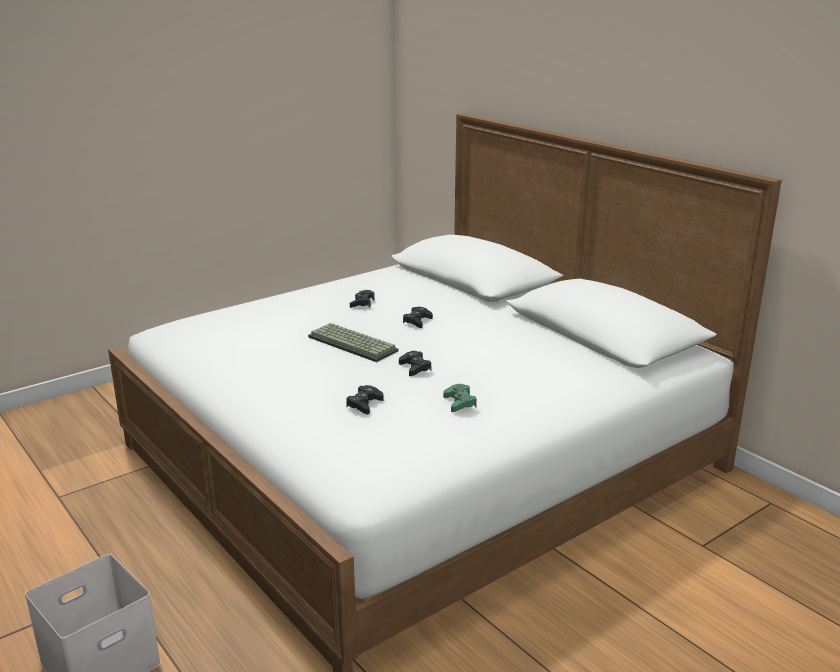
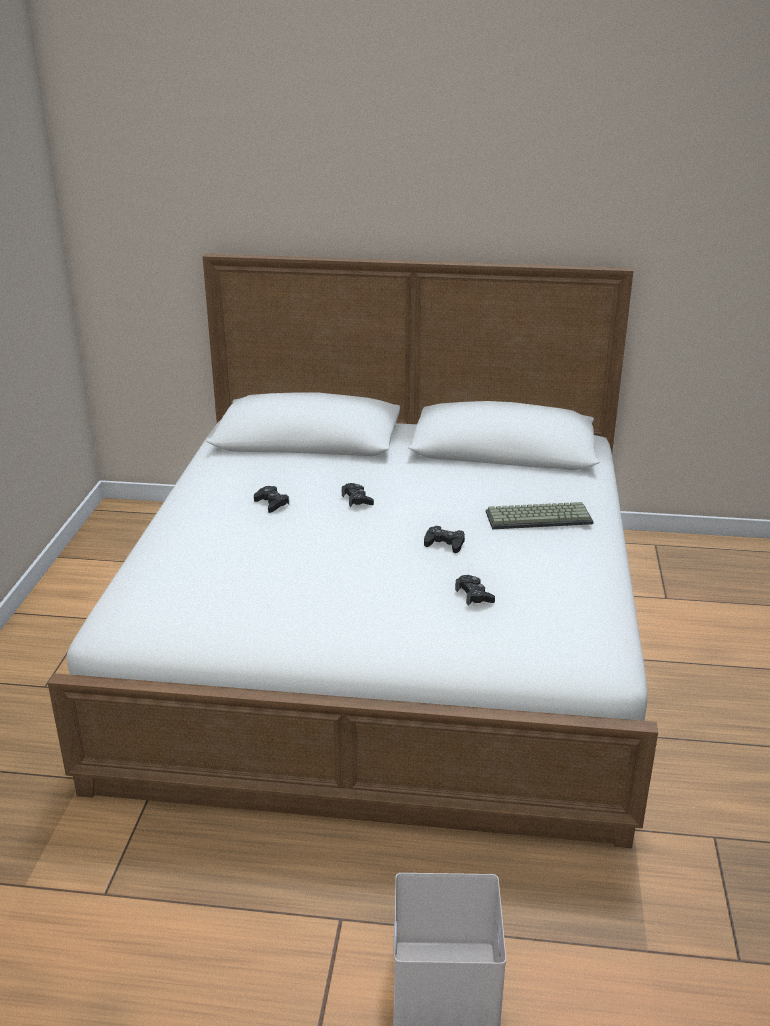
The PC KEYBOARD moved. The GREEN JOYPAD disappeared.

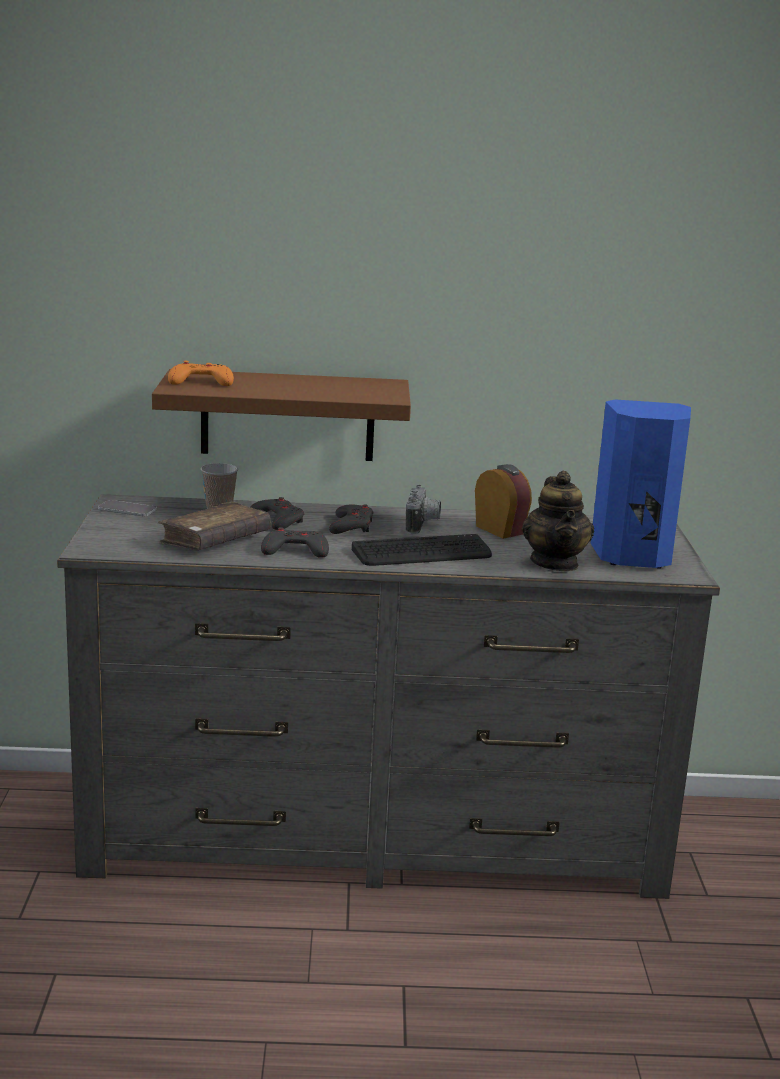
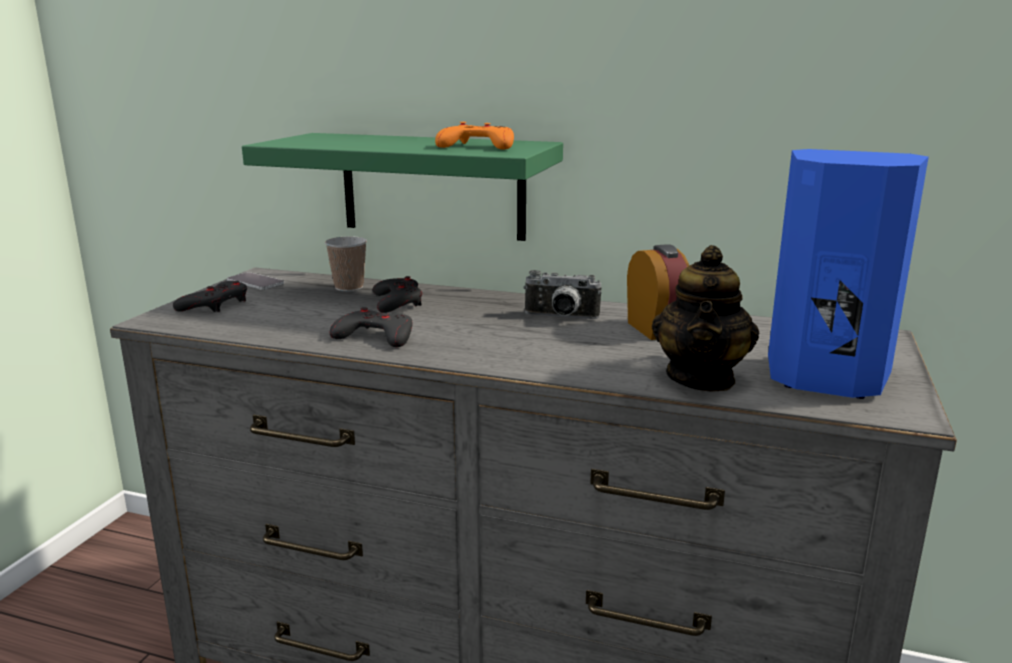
The ORANGE-COLOURED JOYPAD moved. The BROWN BRACKET SHELF became the GREEN BRACKET SHELF. The STILL CAMERA turned 75 degrees clockwise. The BROWN BOUND BOOK disappeared. The GREYISH JOYPAD (3rd from left in the first image) moved. The PC KEYBOARD disappeared.

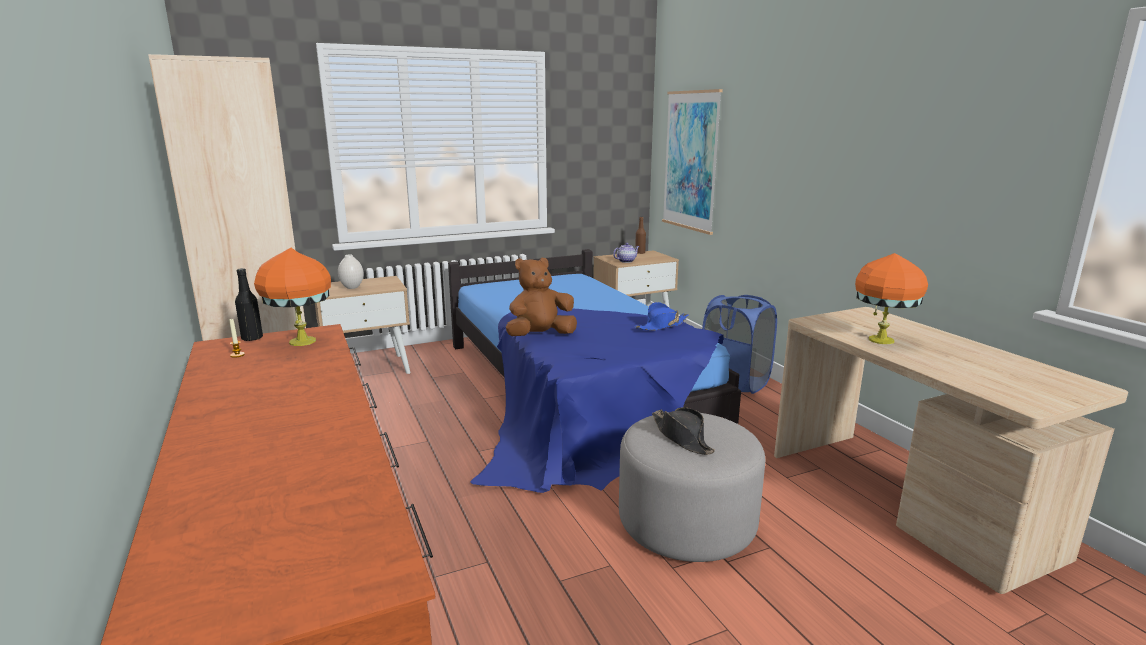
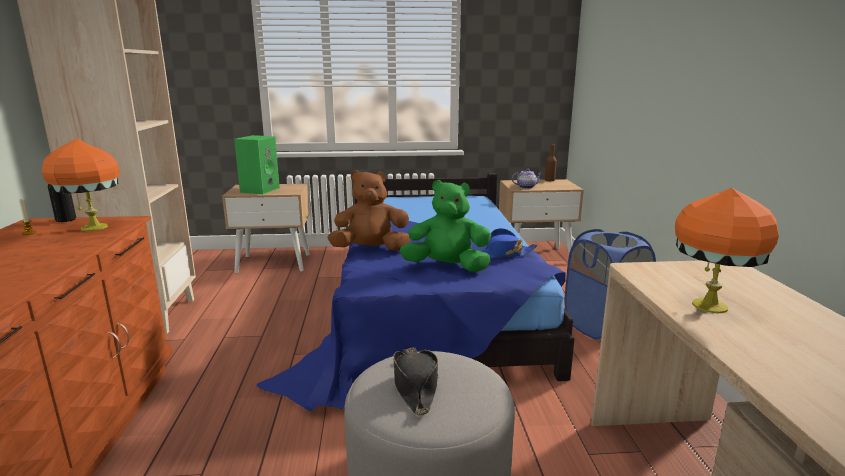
The PICTURE disappeared. The WHITISH VASE was replaced by the GREEN SPEAKER. The GREEN PLUSH TOY appeared.

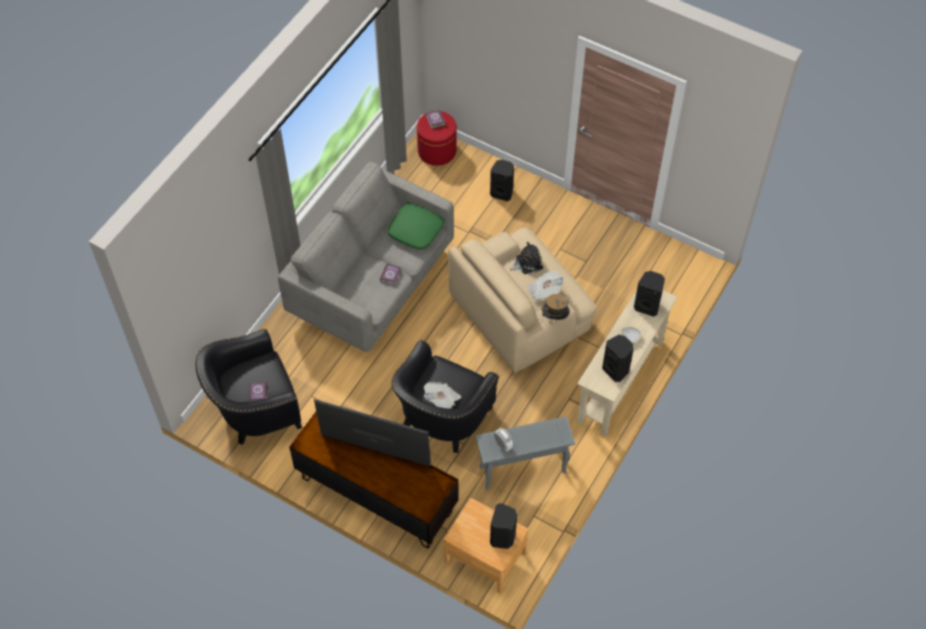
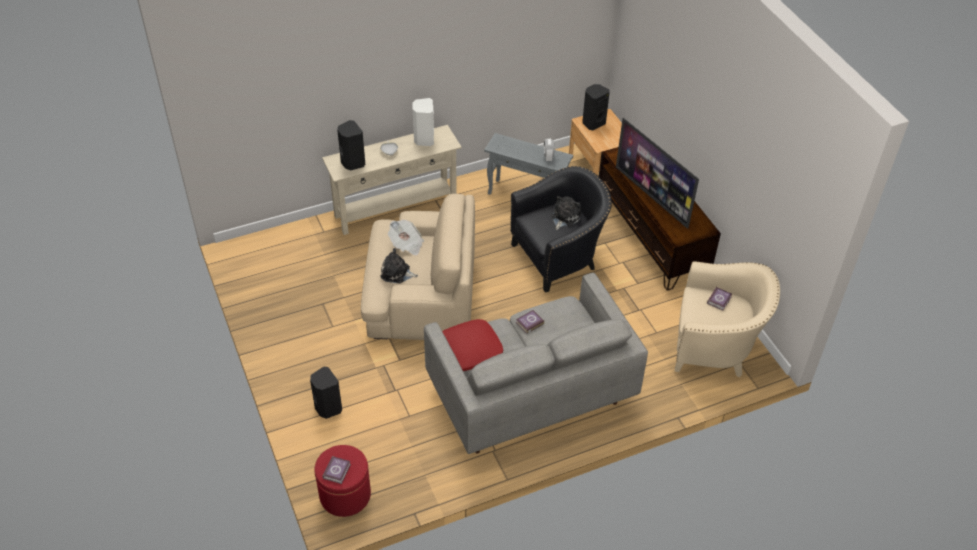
The GREEN CUSHION became the RED CUSHION. The WEARABLE HAT disappeared. The BLACKISH EASY CHAIR (1st from left) became the BEIGE EASY CHAIR (2nd from left). The BLACKISH SPEAKER (3rd from left) became the WHITISH SPEAKER. The NEWSPAPER (1st from left) was replaced by the PLUSH TOY (2nd from left).

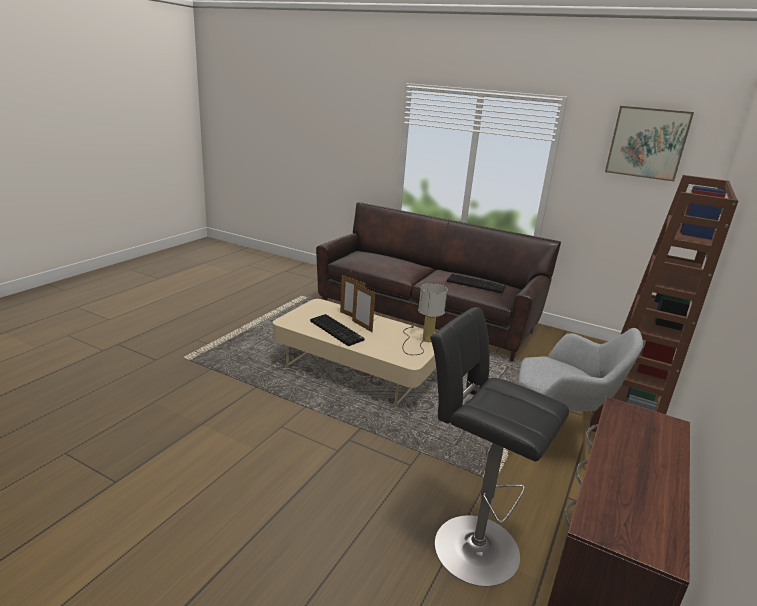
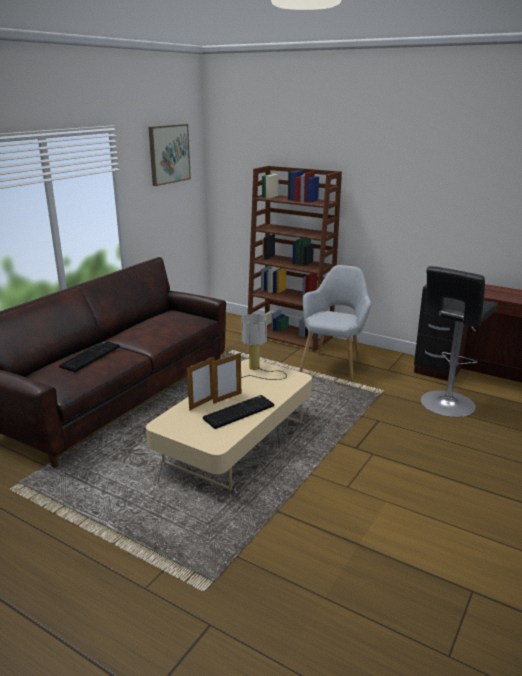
The PC KEYBOARD (2nd from left in the first image) moved.

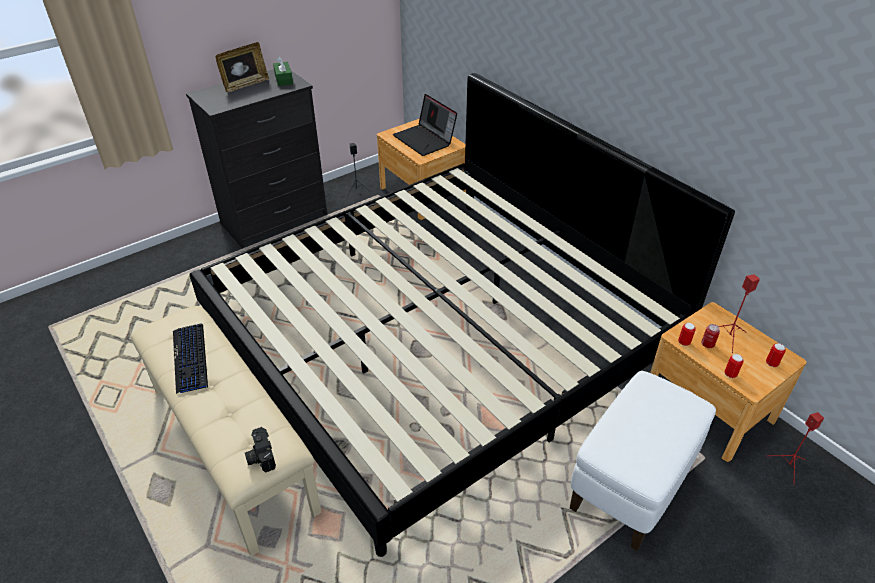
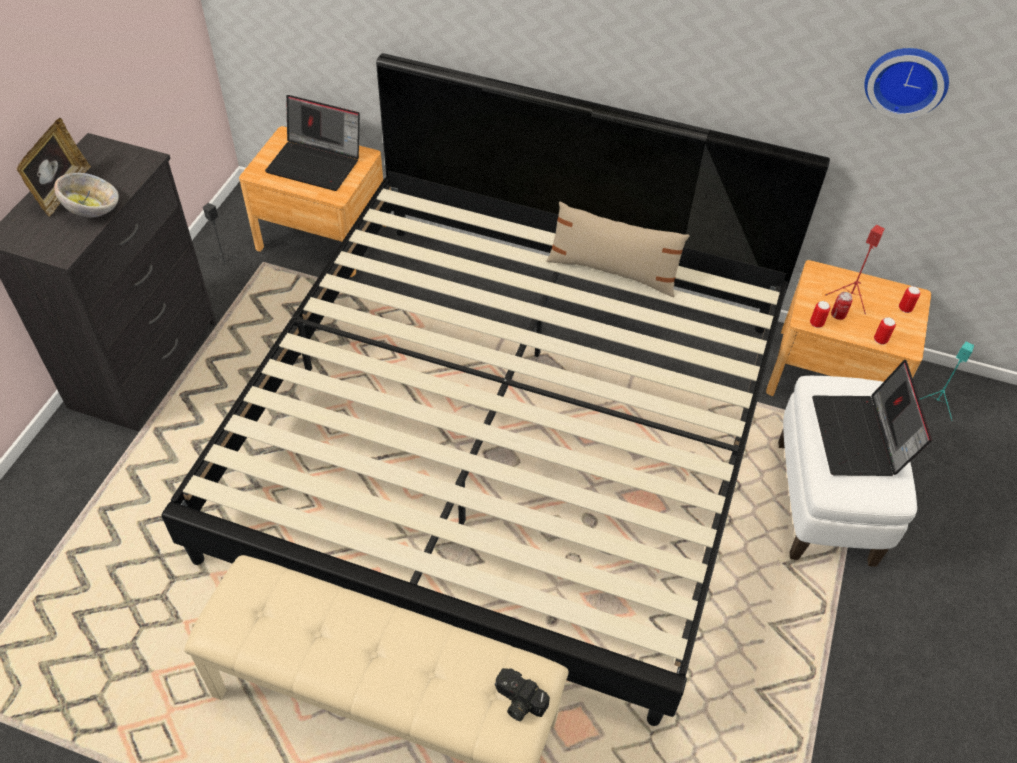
The GREEN TISSUE HOLDER disappeared. The PC KEYBOARD disappeared. The RED SPEAKER (2nd from left) became the TURQUOISE-COLOURED SPEAKER. The CLOCK ON THE WALL appeared. The SERVING BOWL appeared. The BEIGE CUSHION appeared. The NOTEBOOK COMPUTER (2nd from left) appeared.

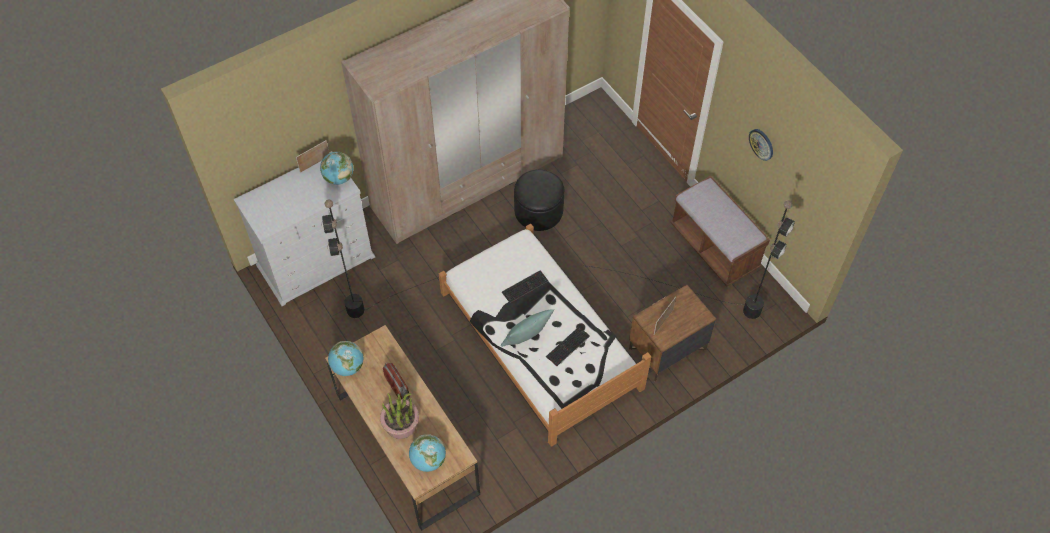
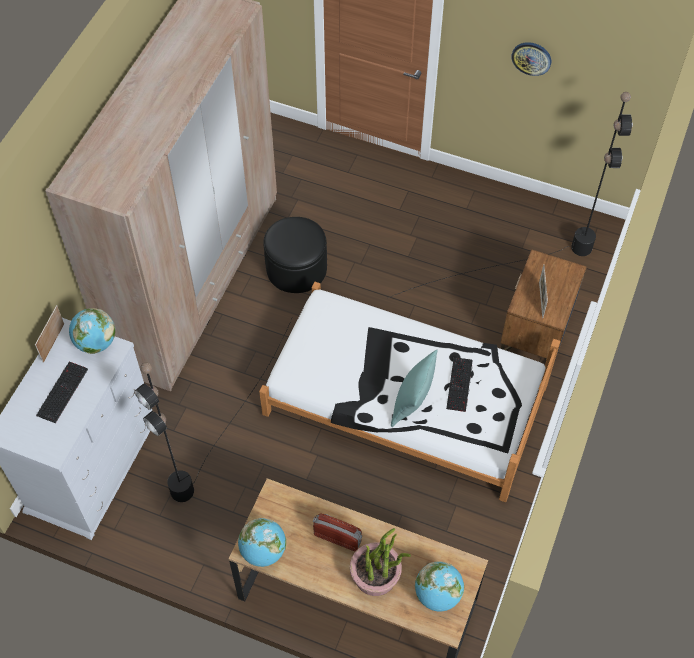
The BROWN BENCH disappeared. The PC KEYBOARD (1st from left) moved.

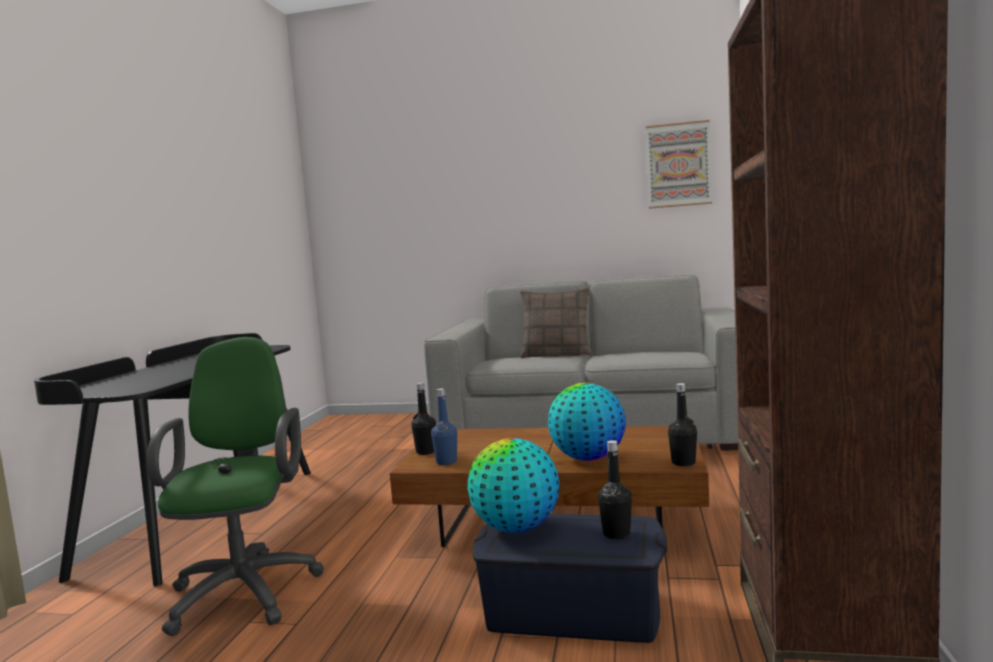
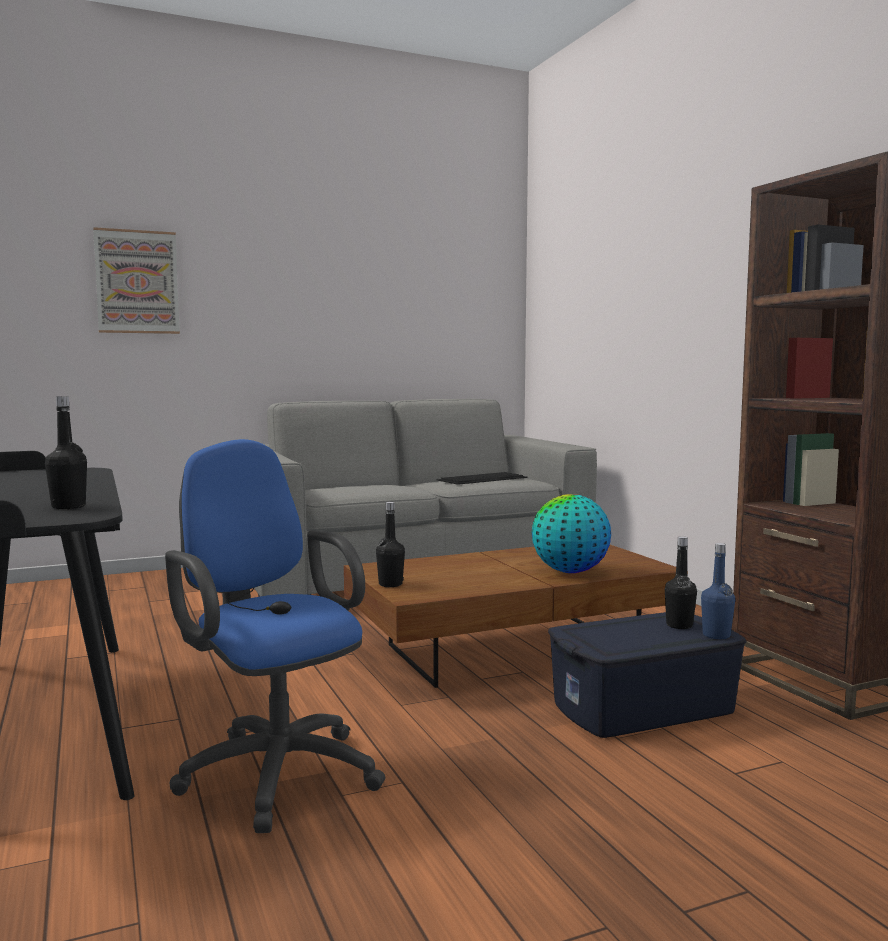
The PICTURE moved. The CUSHION disappeared. The GREEN COMPUTER CHAIR became the BLUISH COMPUTER CHAIR. The BLACKISH BEVERAGE BOTTLE (3rd from left in the first image) moved. The BLUISH BEVERAGE BOTTLE moved. The GLOBE (1st from left) disappeared. The PC KEYBOARD appeared.

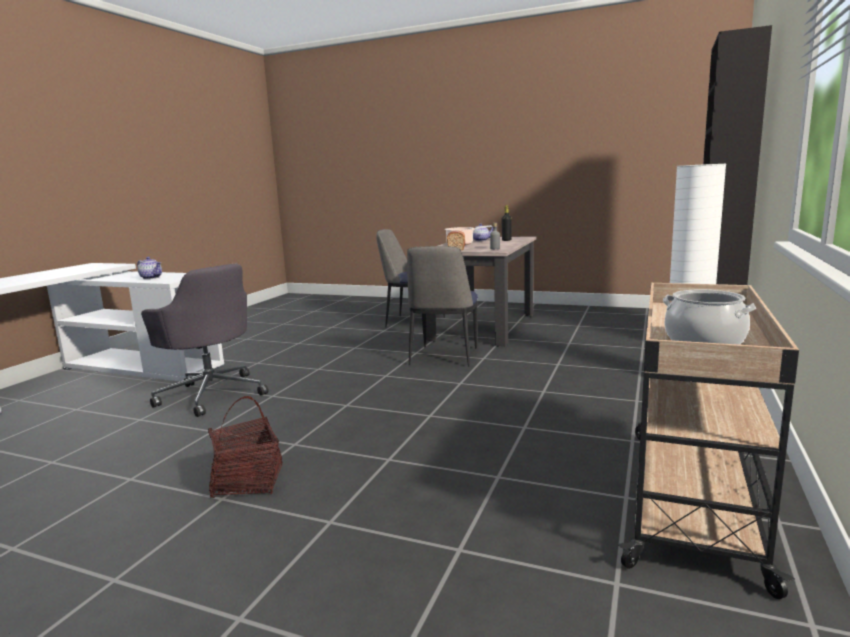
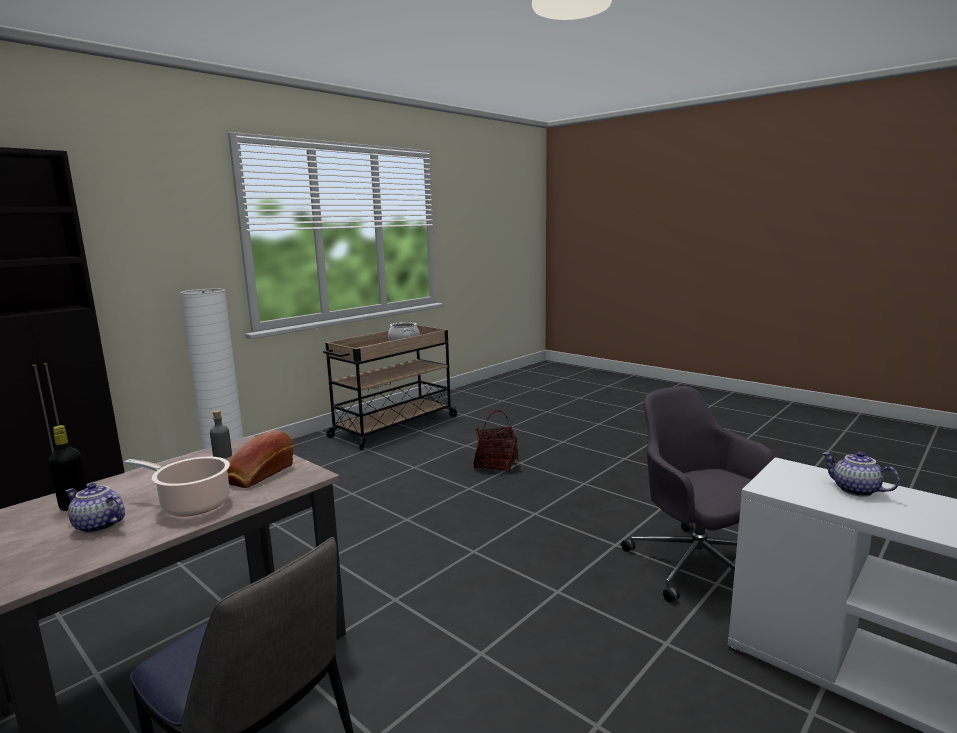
The CHAIR (2nd from left) disappeared. The BASKET moved.

